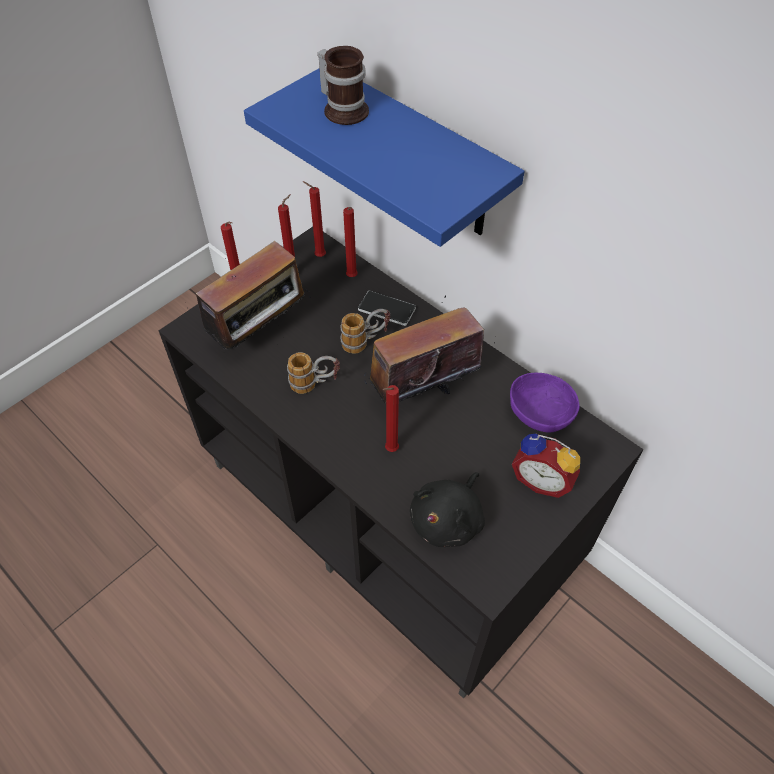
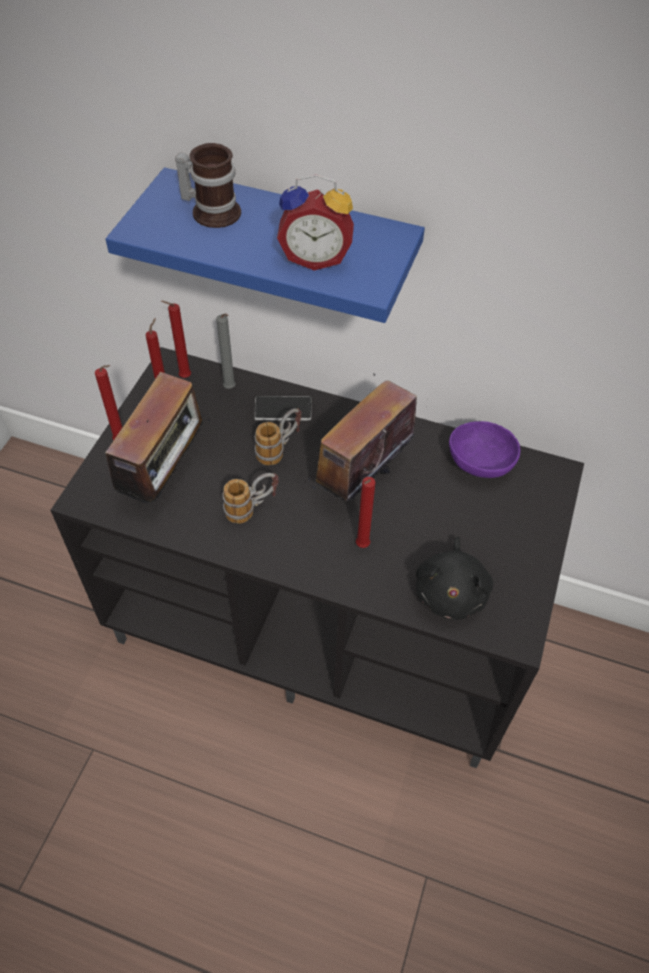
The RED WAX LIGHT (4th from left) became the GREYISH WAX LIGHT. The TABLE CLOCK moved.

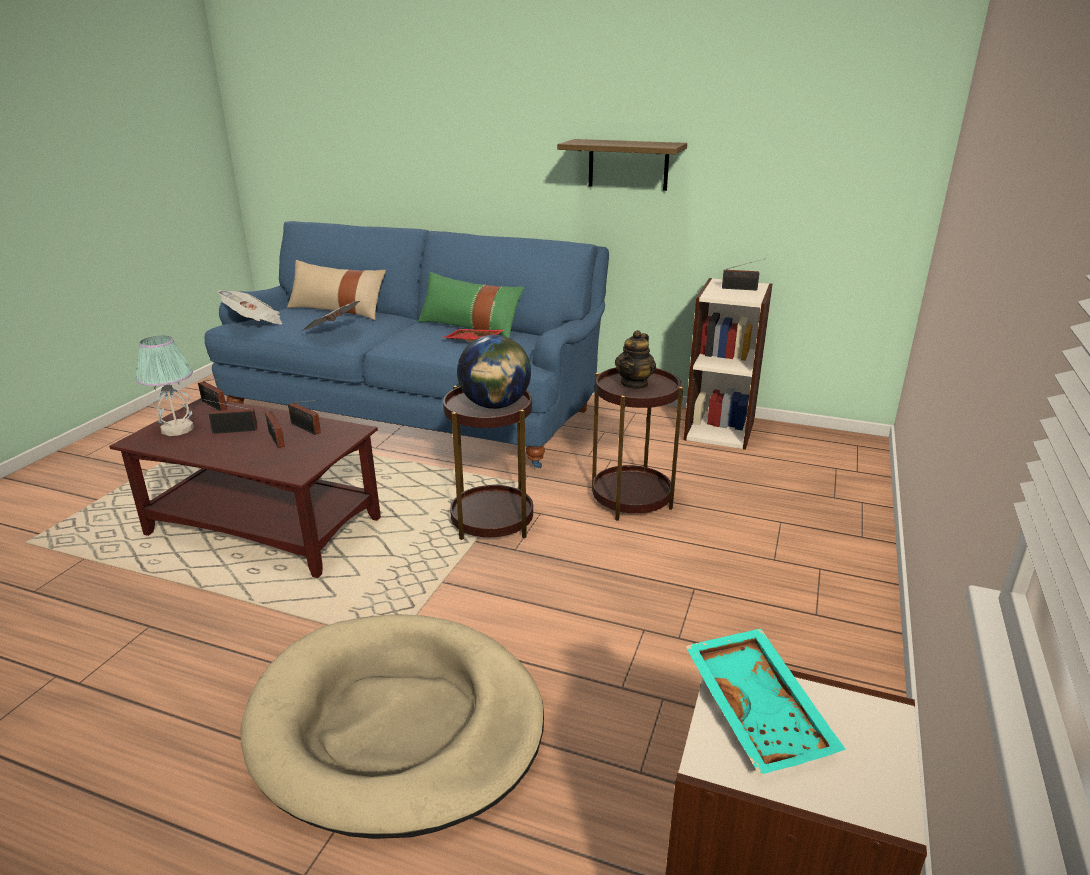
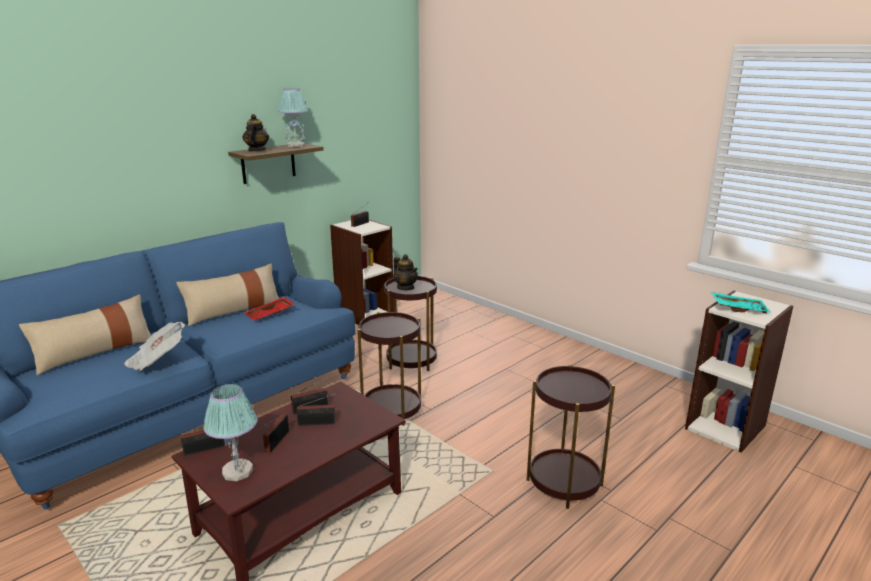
The GREEN CUSHION became the BEIGE CUSHION (2nd from left). The NEWSPAPER (1st from left) disappeared. The GLOBE disappeared. The BEIGE DOG BED was replaced by the BROWN ACCENT TABLE (3rd from left). The TABLETOP LAMP (2nd from left) appeared. The POT FOR TEA (1st from left) appeared.

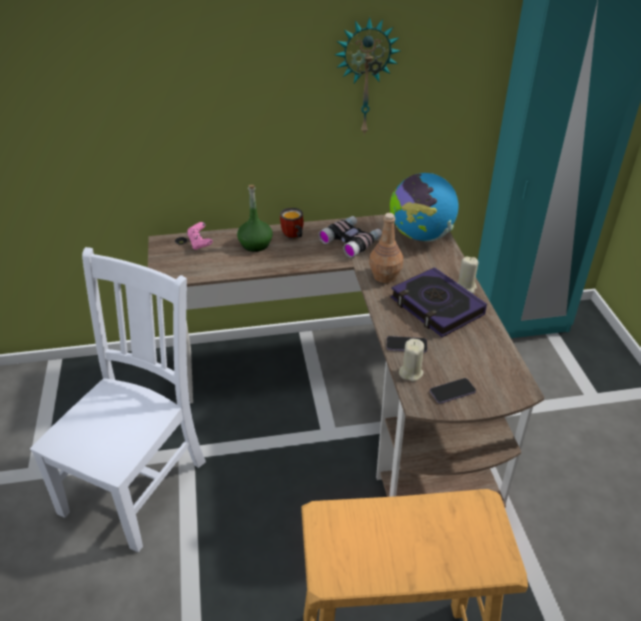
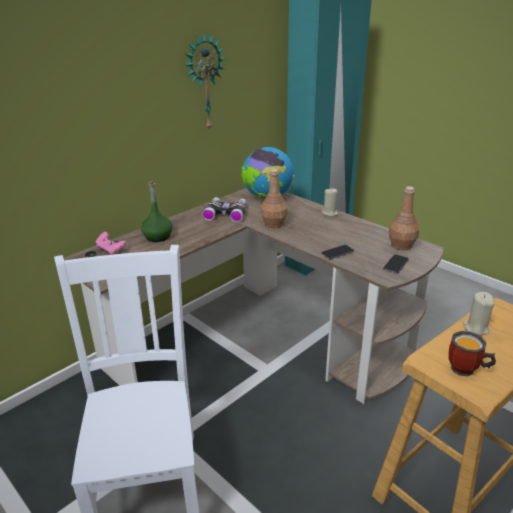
The TEA MUG moved. The BOUND BOOK disappeared. The BEIGE WAX LIGHT (1st from left in the first image) moved. The BROWN BEVERAGE BOTTLE (2nd from left) appeared.

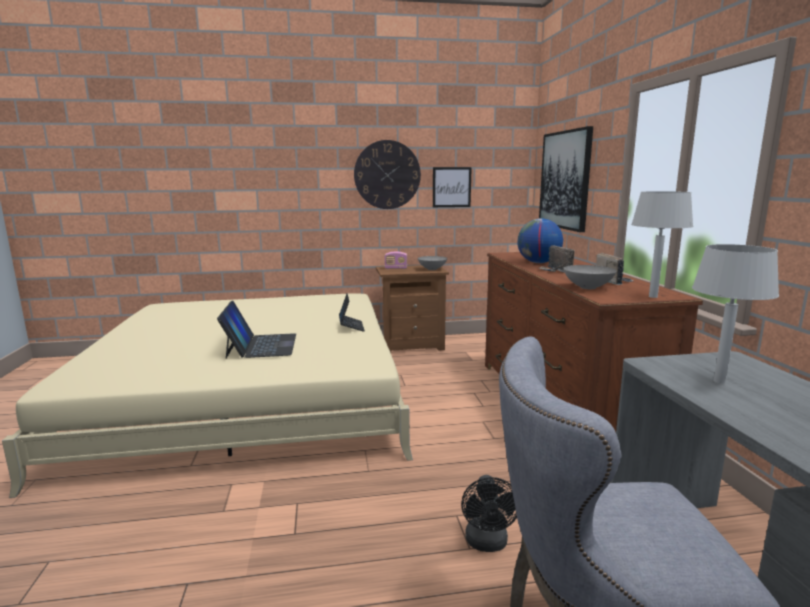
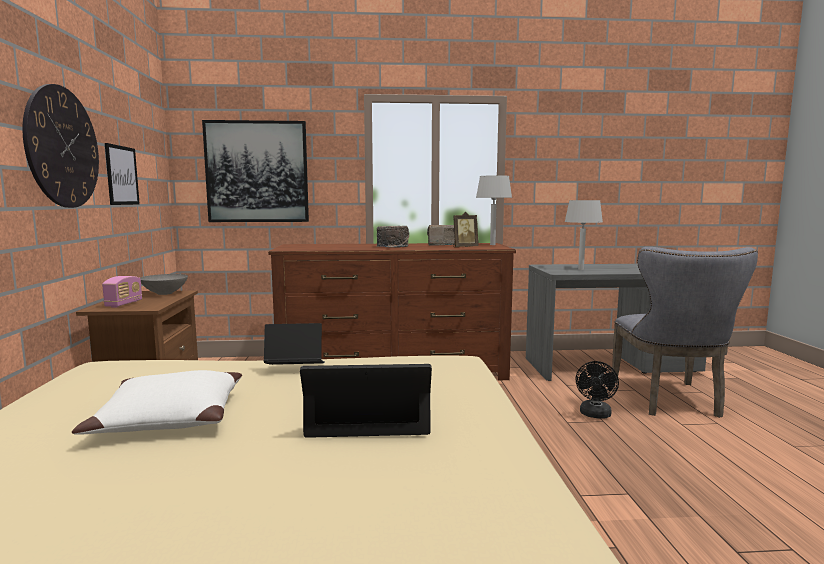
The GLOBE disappeared. The GREYISH SERVING BOWL (2nd from left) was replaced by the PHOTO FRAME. The BLACKISH COOLING FAN turned 105 degrees clockwise. The WHITISH CUSHION appeared.

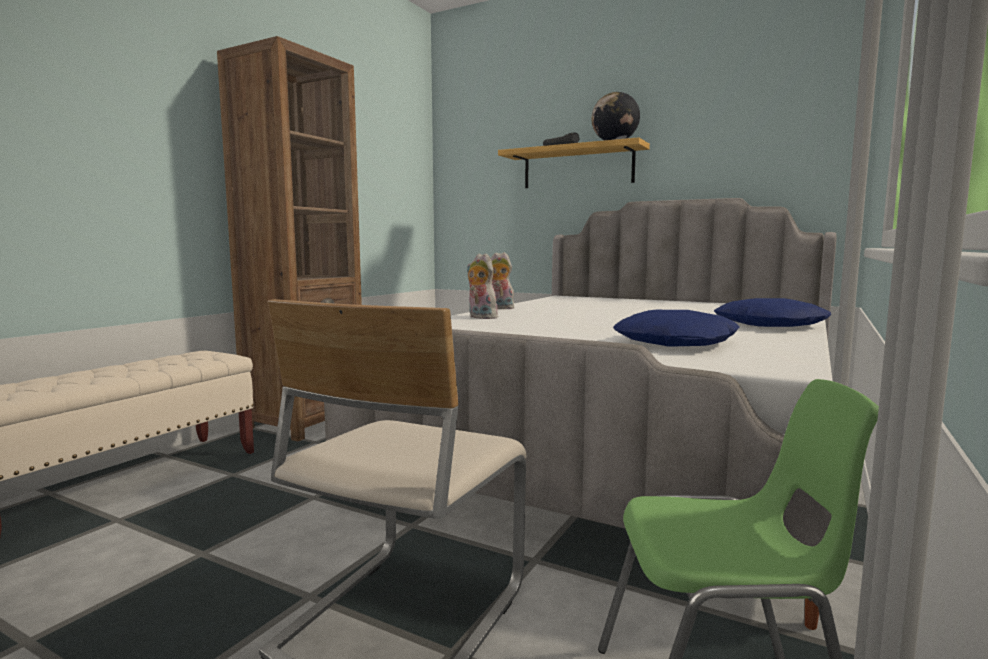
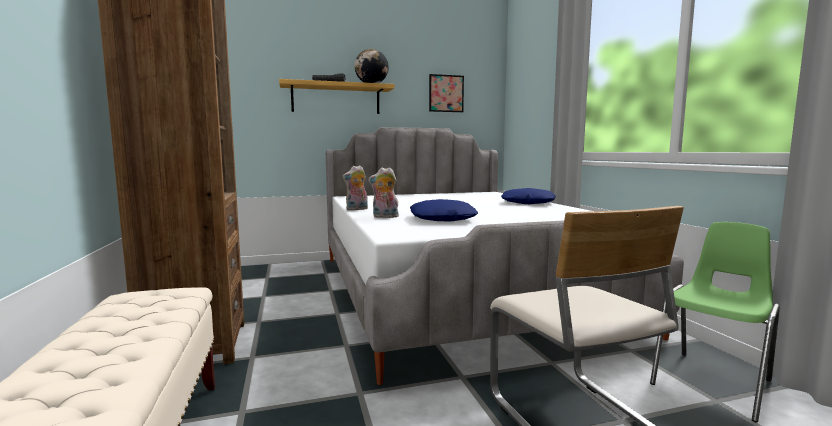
The BLUISH CUSHION (1st from left) moved. The PICTURE appeared.

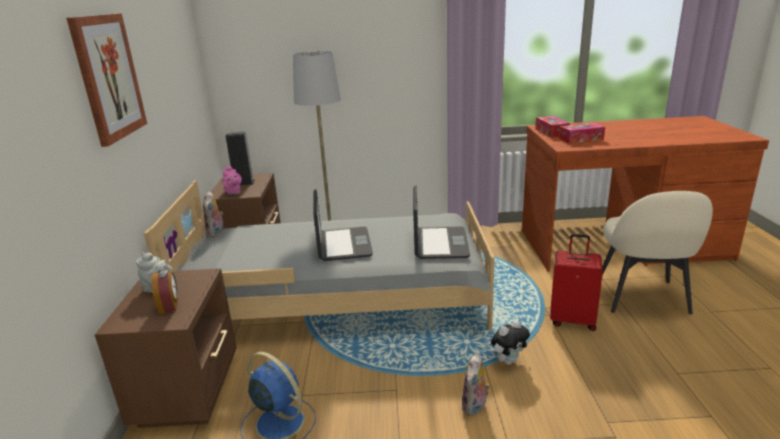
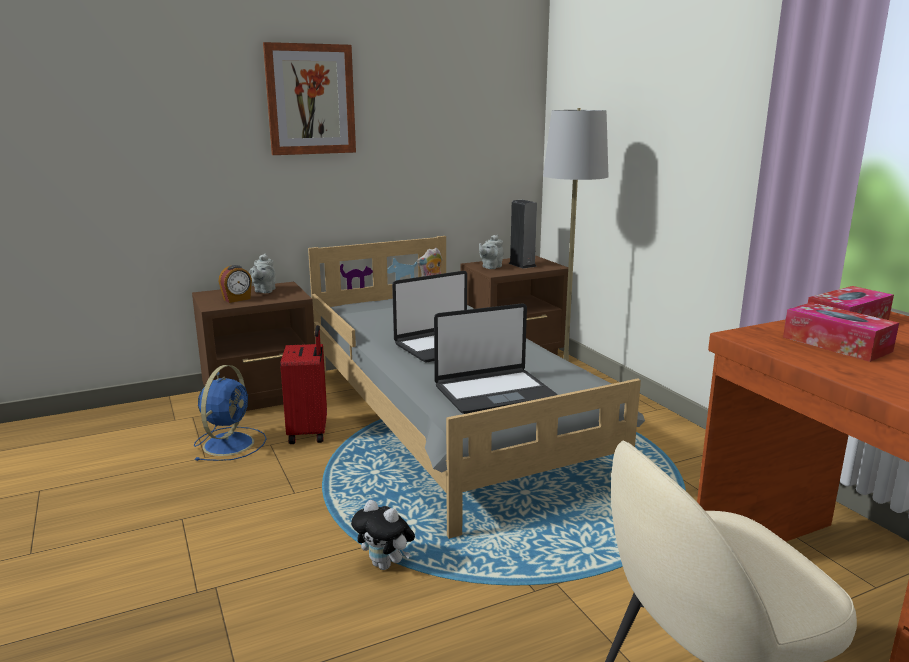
The PINK POT FOR TEA became the GREYISH POT FOR TEA (2nd from left). The RED PIECE OF LUGGAGE moved. The PLUSH TOY (2nd from left) disappeared.

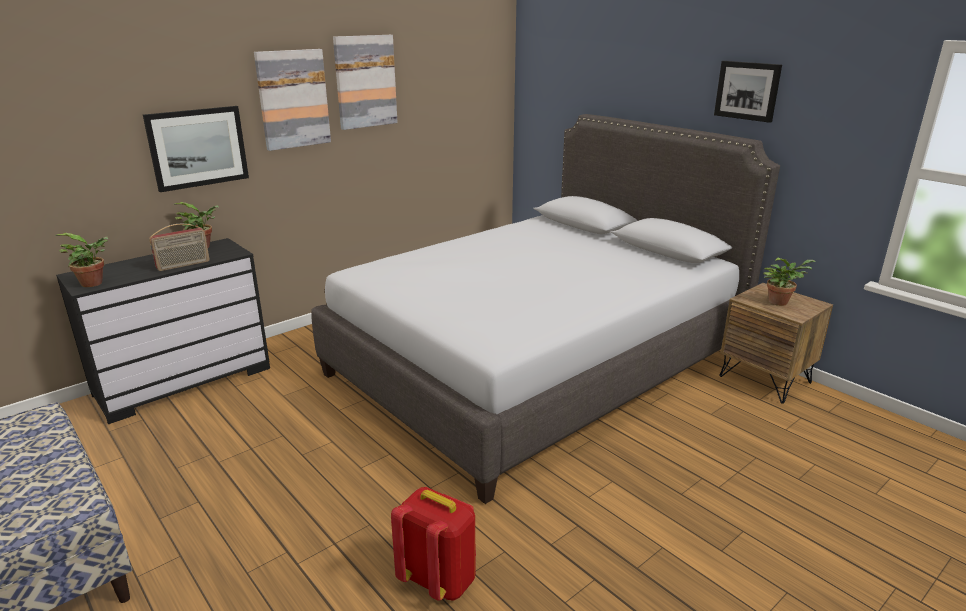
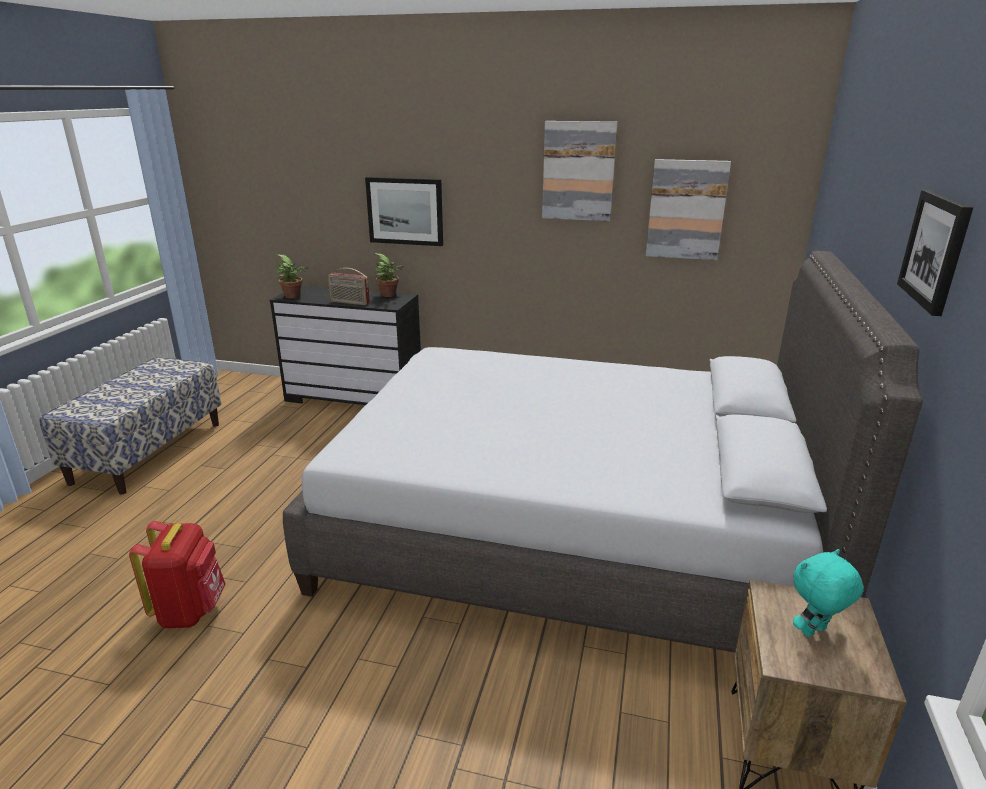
The PICTURE (2nd from left in the first image) moved. The POTTED PLANT (3rd from left) was replaced by the TURQUOISE-COLOURED PLUSH TOY.

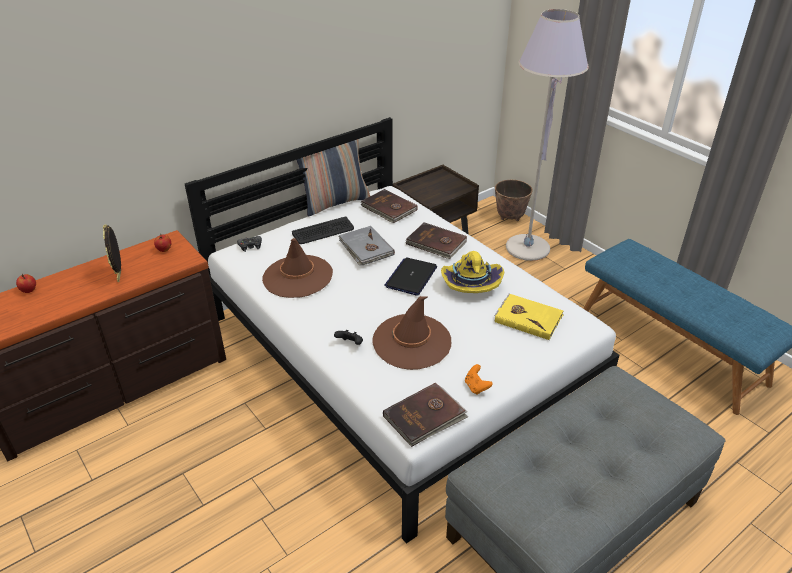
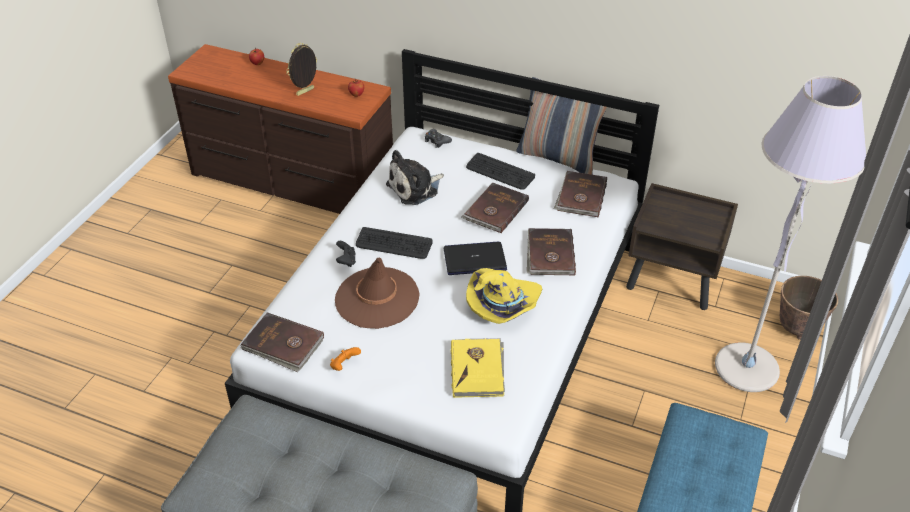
The GREYISH BOUND BOOK became the BROWN BOUND BOOK (2nd from left). The BROWN WEARABLE HAT (1st from left) was replaced by the PLUSH TOY. The PC KEYBOARD (1st from left) appeared.

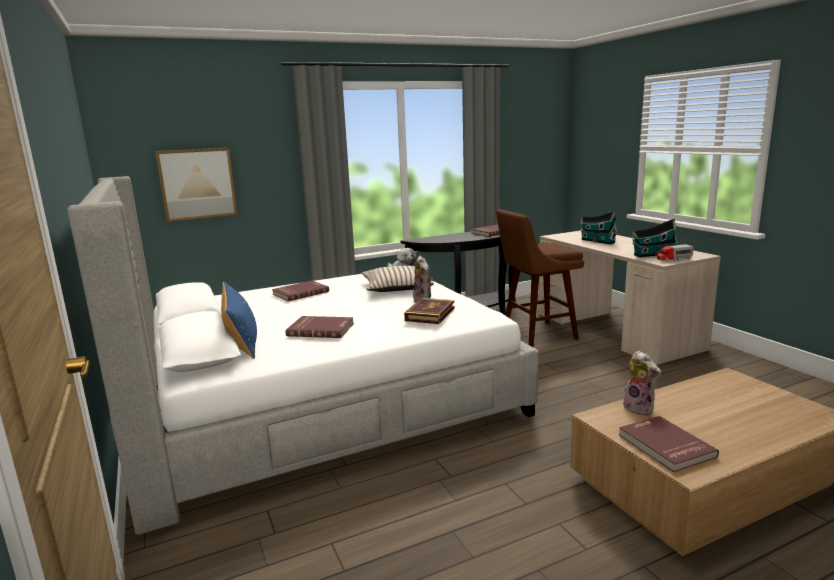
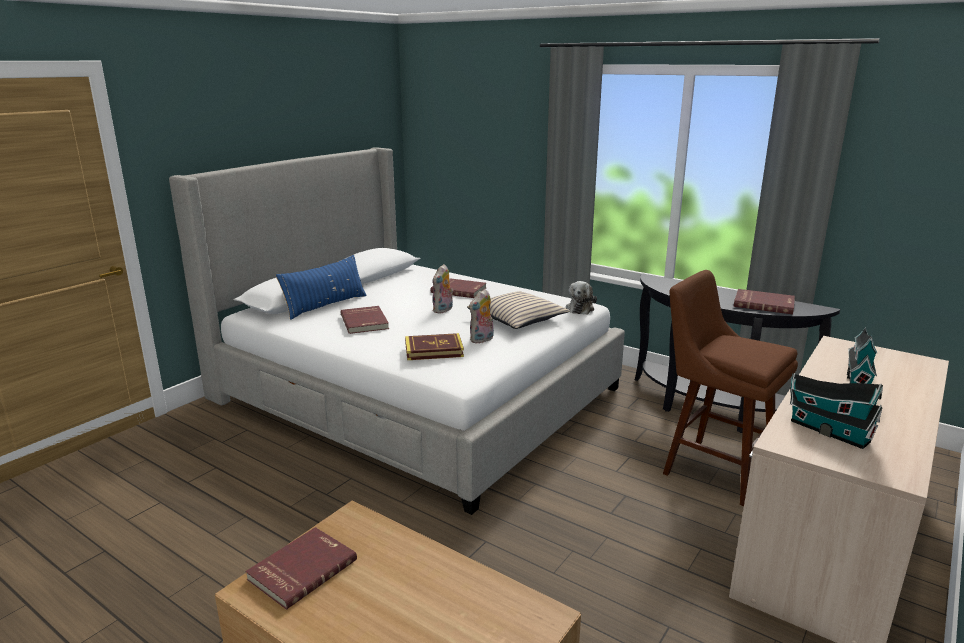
The PICTURE disappeared. The TOY TRUCK disappeared. The PLUSH TOY (3rd from left in the first image) moved.

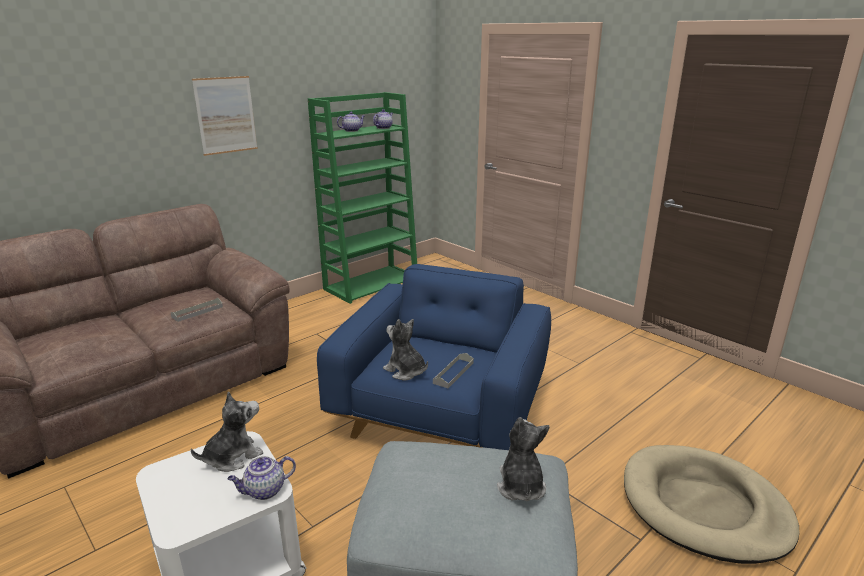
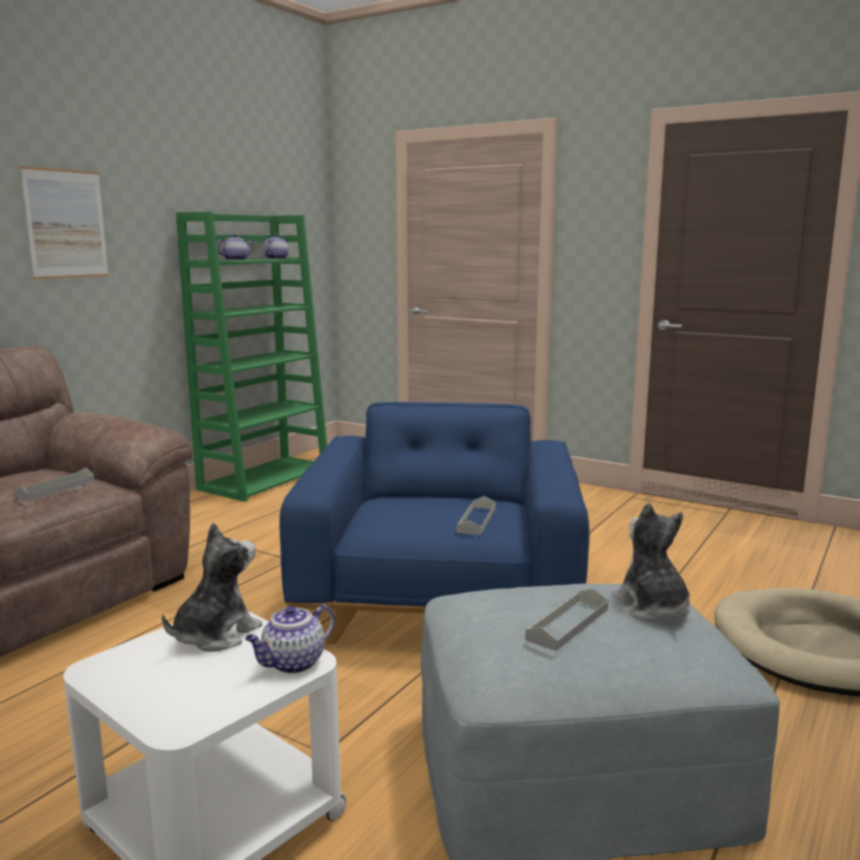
The PLUSH TOY (2nd from left) disappeared. The GREYISH SERVING TRAY (3rd from left) appeared.

